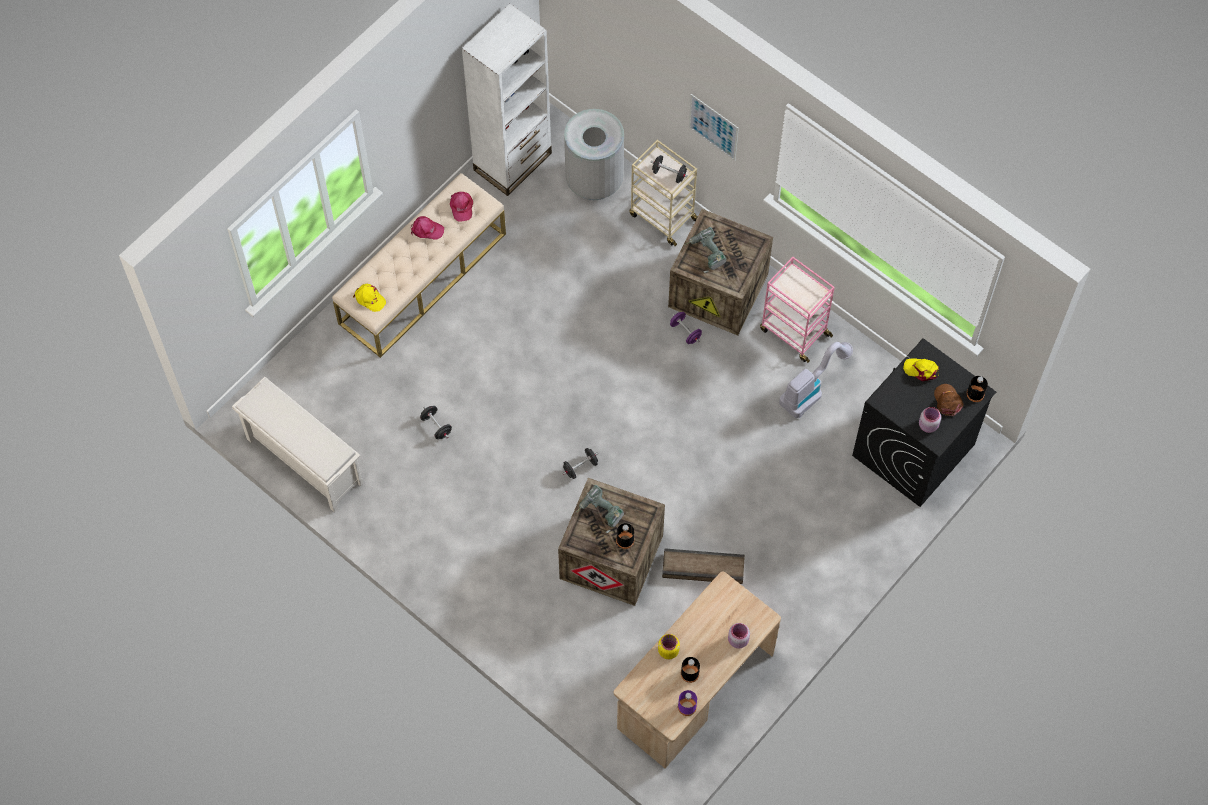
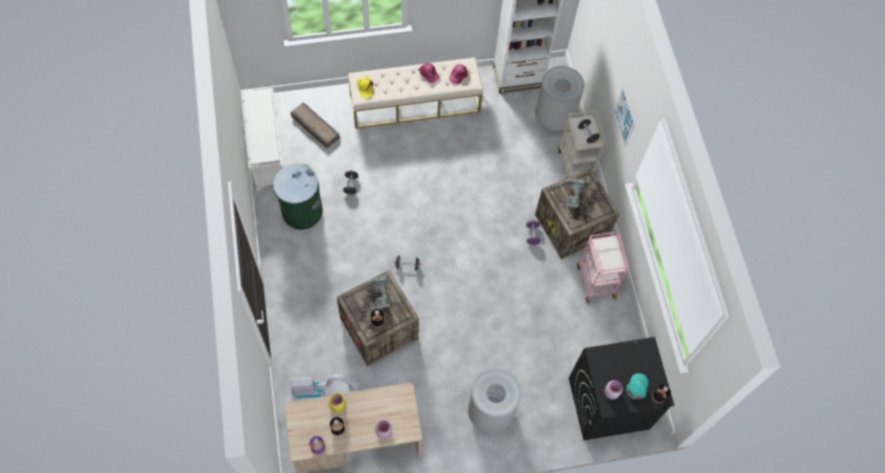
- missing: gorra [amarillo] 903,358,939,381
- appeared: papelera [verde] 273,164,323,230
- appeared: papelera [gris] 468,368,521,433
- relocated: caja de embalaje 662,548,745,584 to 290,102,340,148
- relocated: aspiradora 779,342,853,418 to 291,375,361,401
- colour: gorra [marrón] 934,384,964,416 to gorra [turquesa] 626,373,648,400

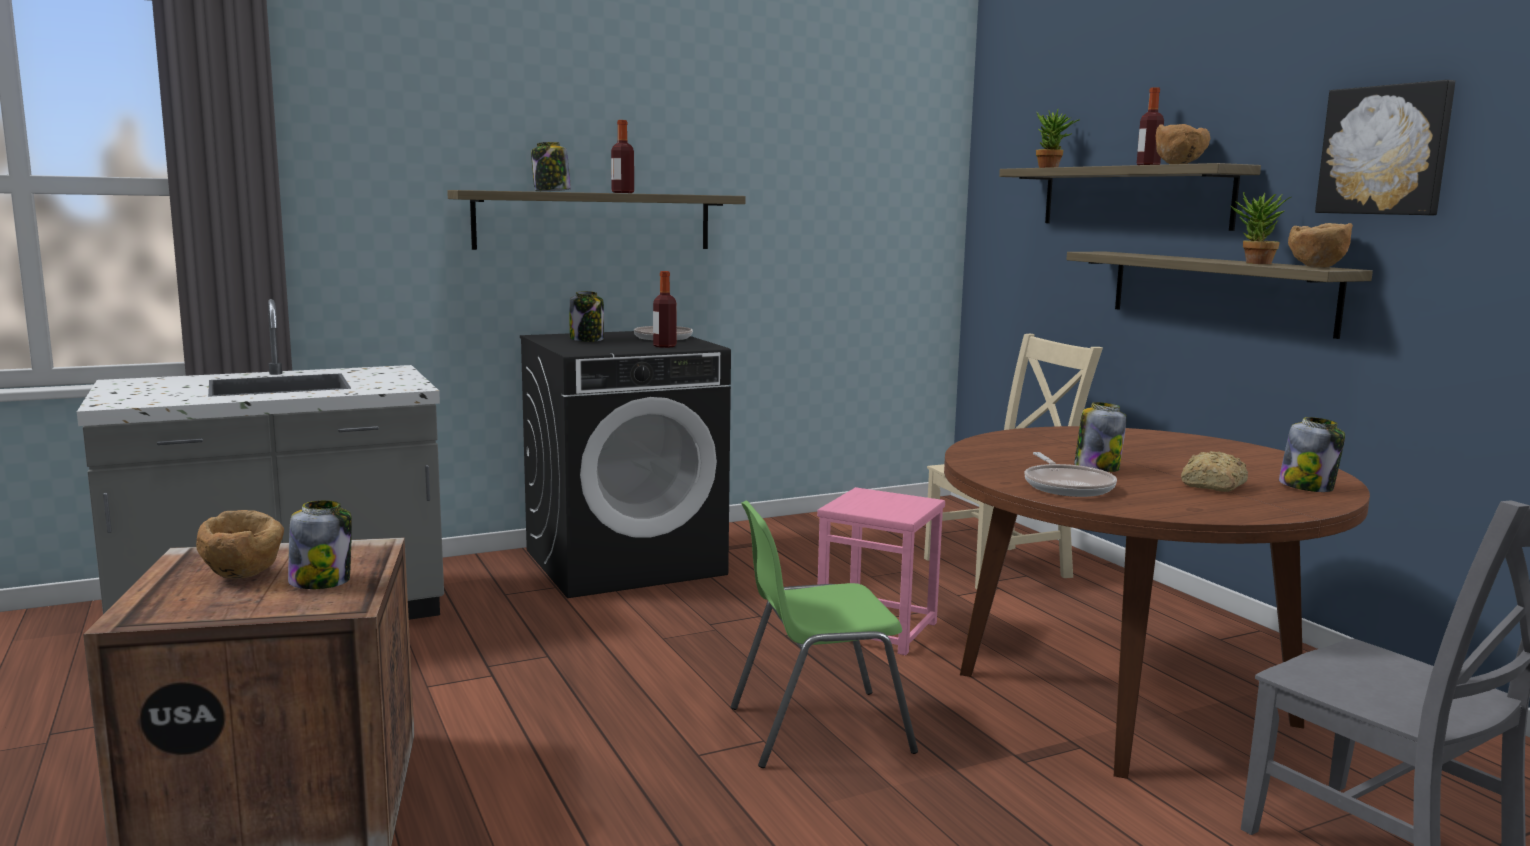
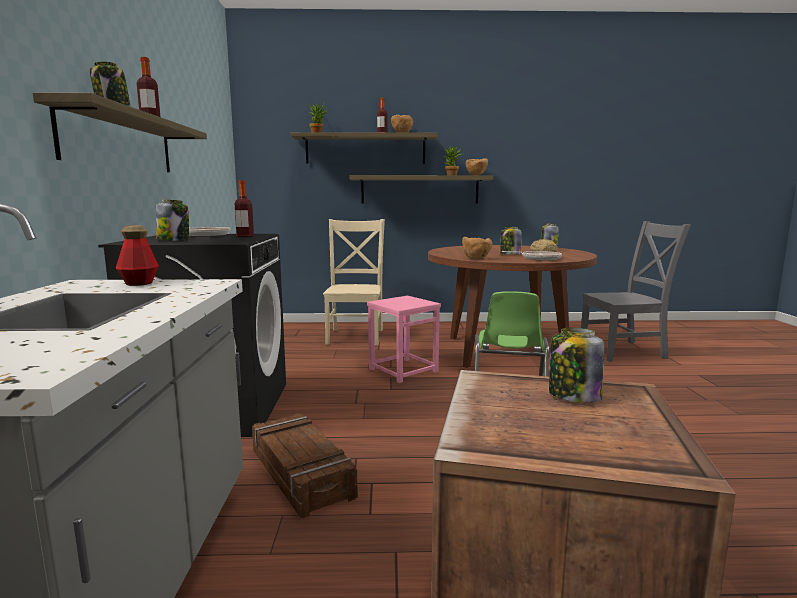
- missing: cuadro 1315,80,1455,215
- appeared: botella 116,225,159,286
- appeared: caja de embalaje 252,413,358,518
- relocated: cuenco [marrón] 196,510,284,579 to 462,237,493,260

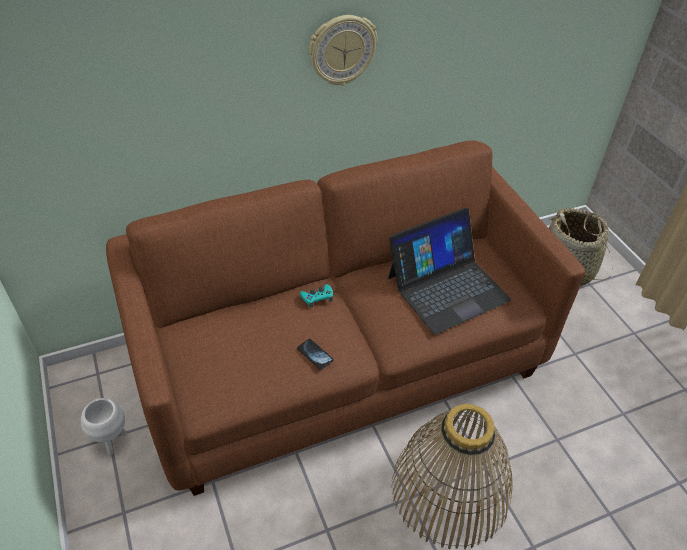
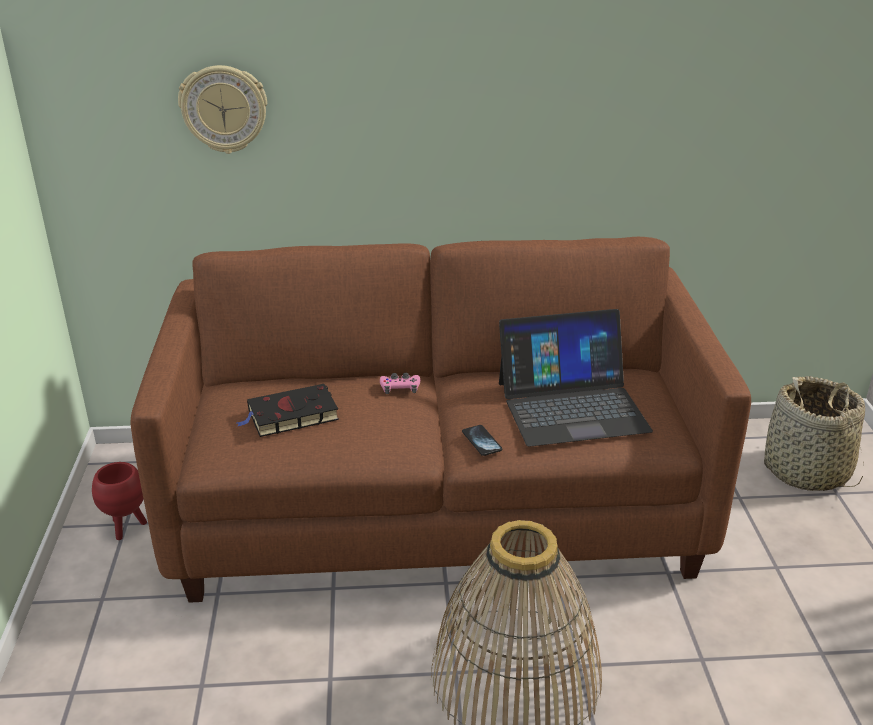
- appeared: libro [negro] 237,384,339,437
- relocated: móvil 297,339,333,370 to 462,425,502,456
- relocated: reloj de pared 309,15,378,86 to 178,65,267,154
- colour: maceta [blanco] 81,398,127,455 to maceta [rojo] 92,462,147,540
- colour: mando de consola [turquesa] 300,284,333,307 to mando de consola [rosa] 380,373,420,394

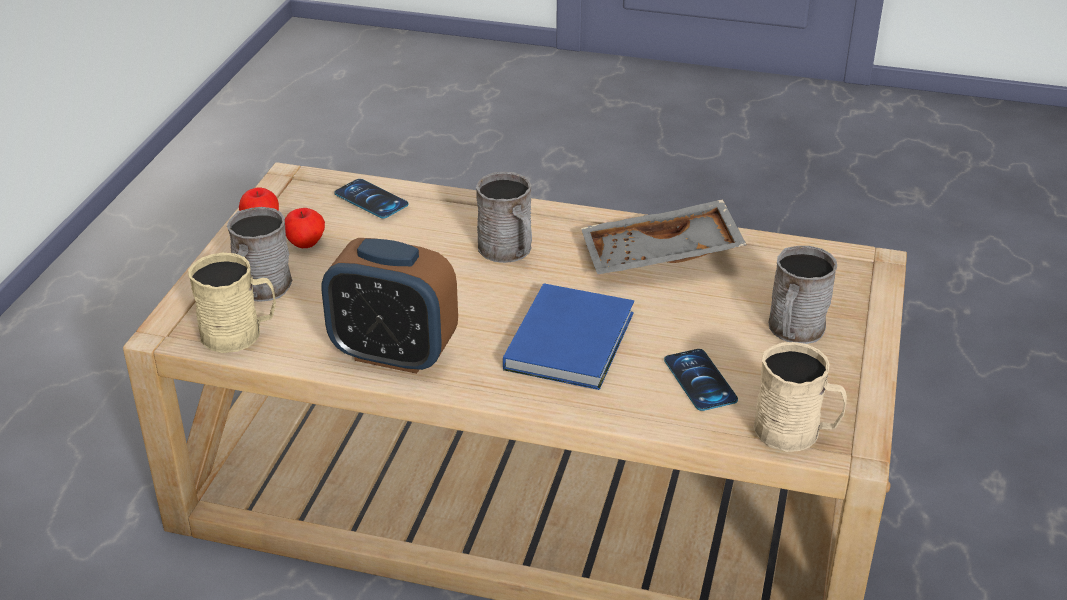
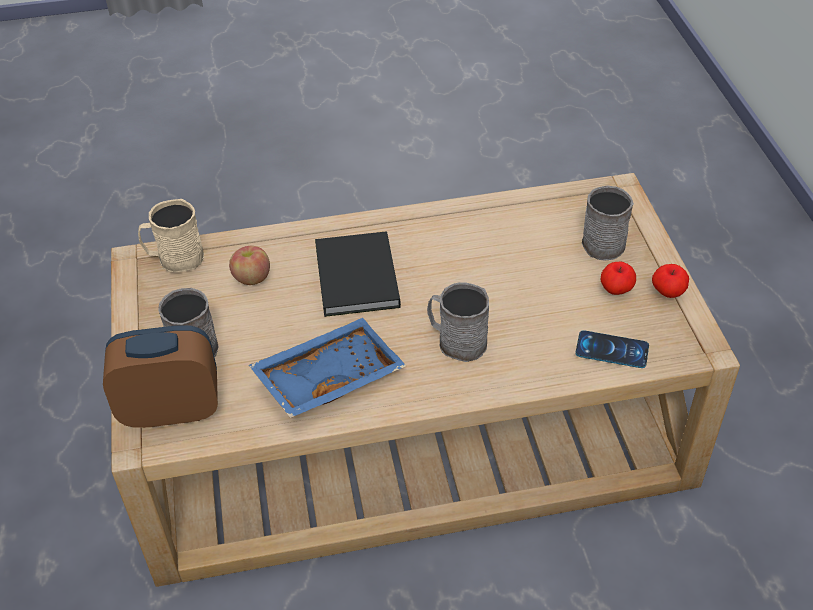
- missing: taza grande [beis] 188,253,276,353
- relocated: despertador 322,238,458,374 to 103,325,218,428
- exchanged: móvil 664,349,738,411 to manzana 229,245,270,285
- colour: libro [azul] 503,283,634,390 to libro [negro] 315,231,401,317
- colour: bandeja [gris] 581,199,747,274 to bandeja [azul] 249,318,406,418

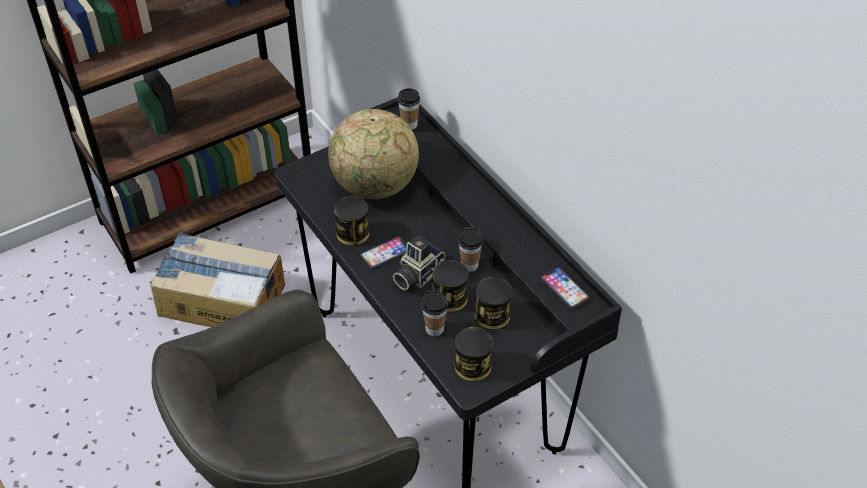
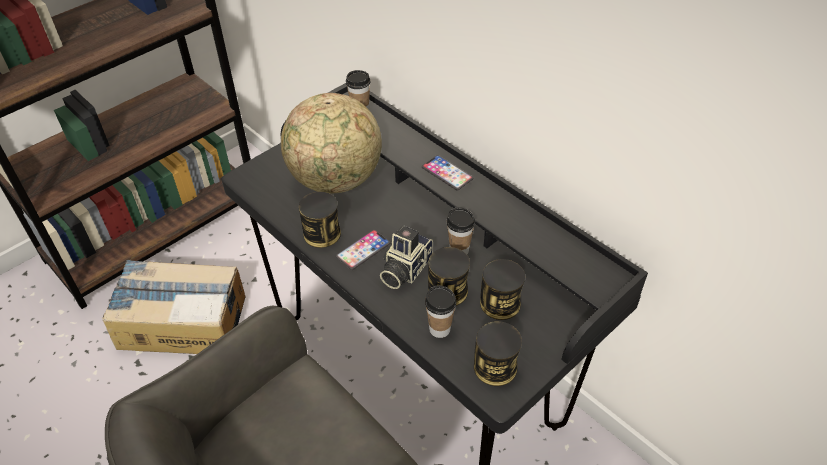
- relocated: móvil 541,268,589,309 to 422,155,473,191

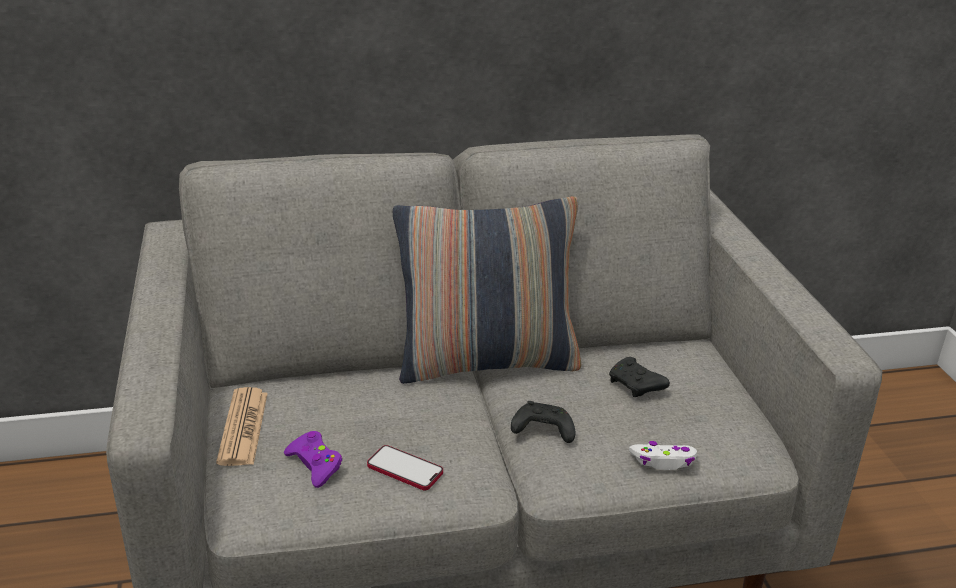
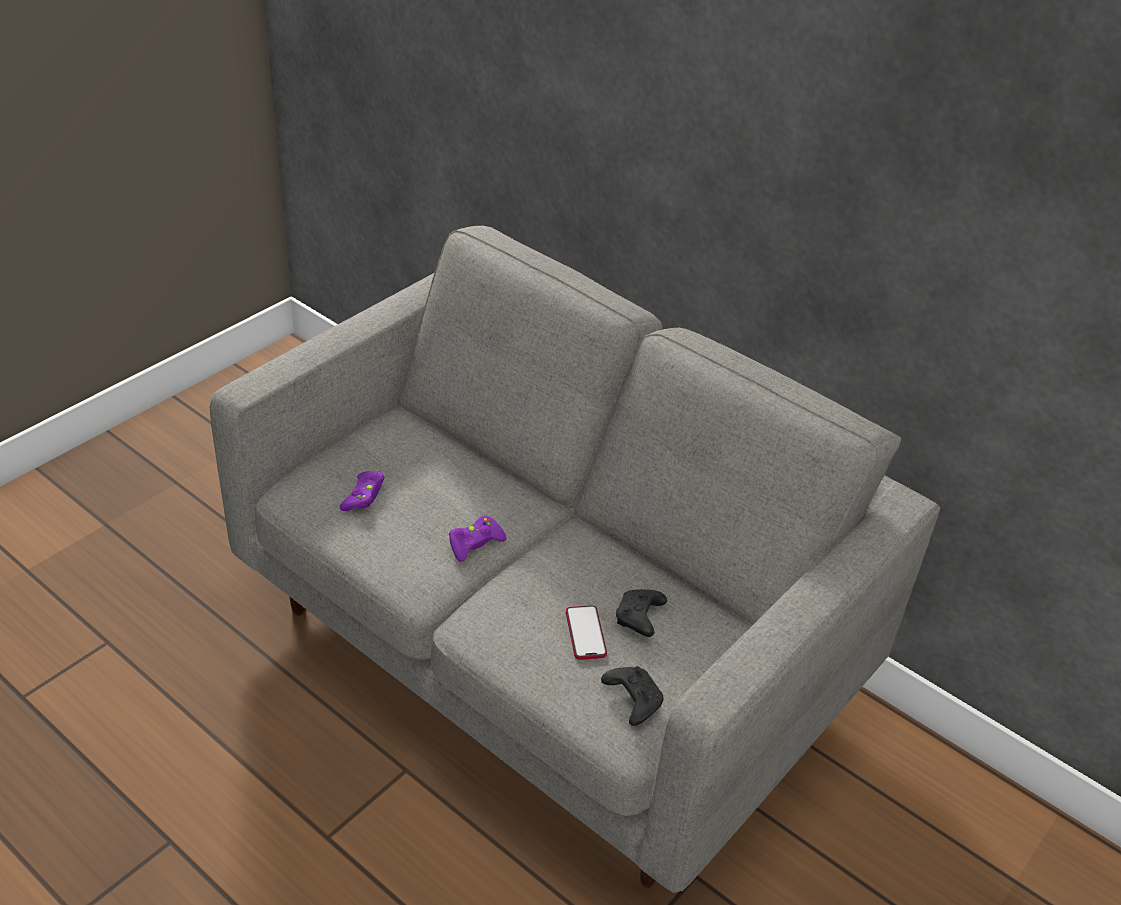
- missing: periódico 216,387,268,466
- missing: cojín 393,196,582,384
- missing: mando de consola [blanco] 629,441,697,470
- appeared: mando de consola [morado] 449,515,507,562
- relocated: móvil 367,445,443,490 to 566,605,607,660
- relocated: mando de consola [negro] 511,401,576,443 to 601,666,664,726

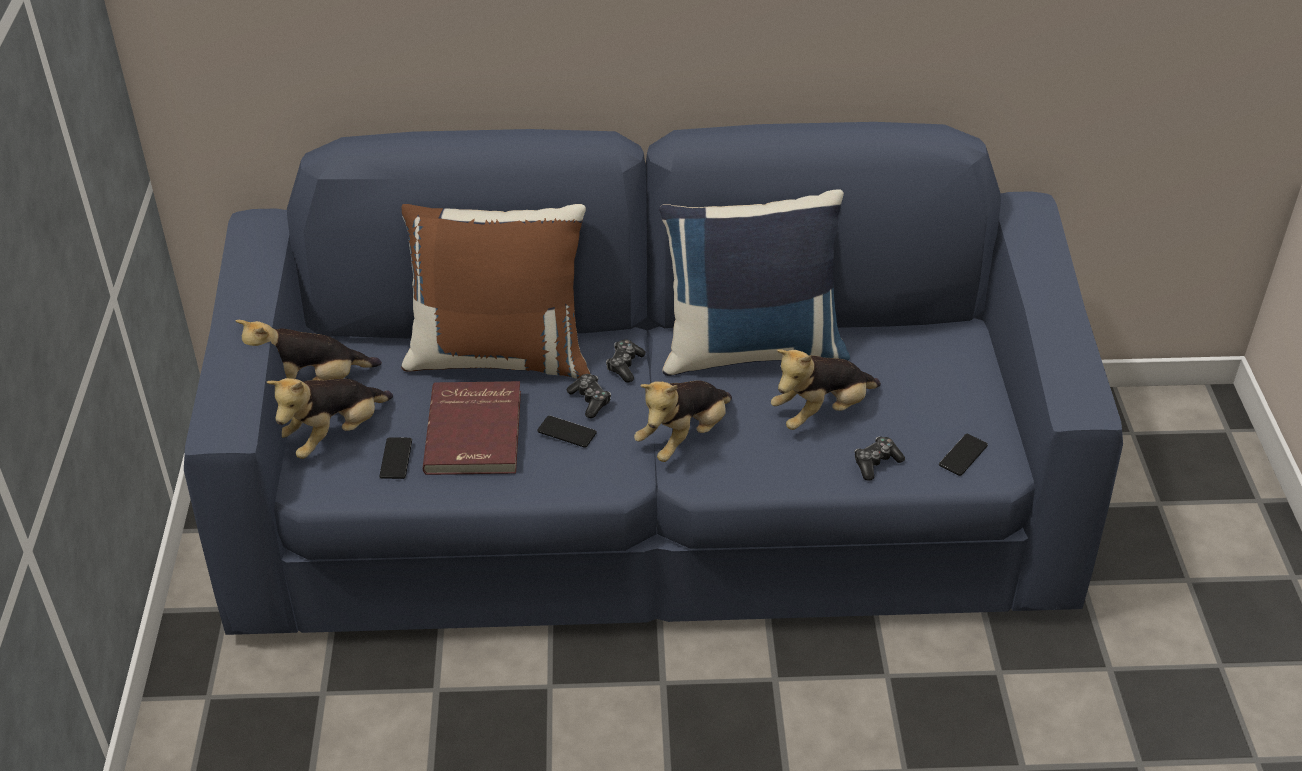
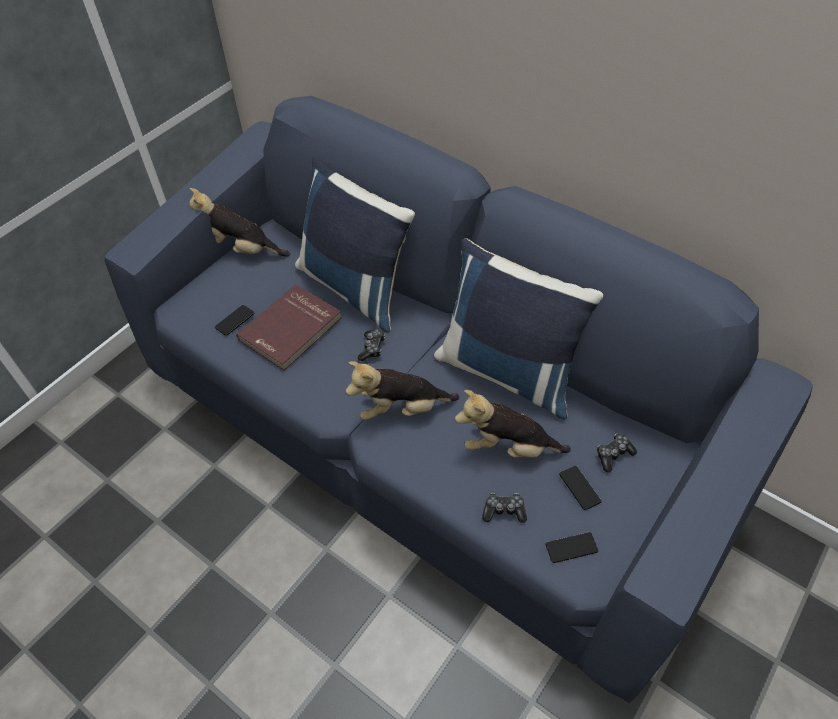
- missing: peluche 266,378,393,459
- relocated: móvil 537,415,597,448 to 559,466,602,510
- relocated: mando de consola 606,339,646,382 to 597,434,637,473
- colour: cojín [marrón] 401,204,590,379 to cojín [azul] 295,158,415,333

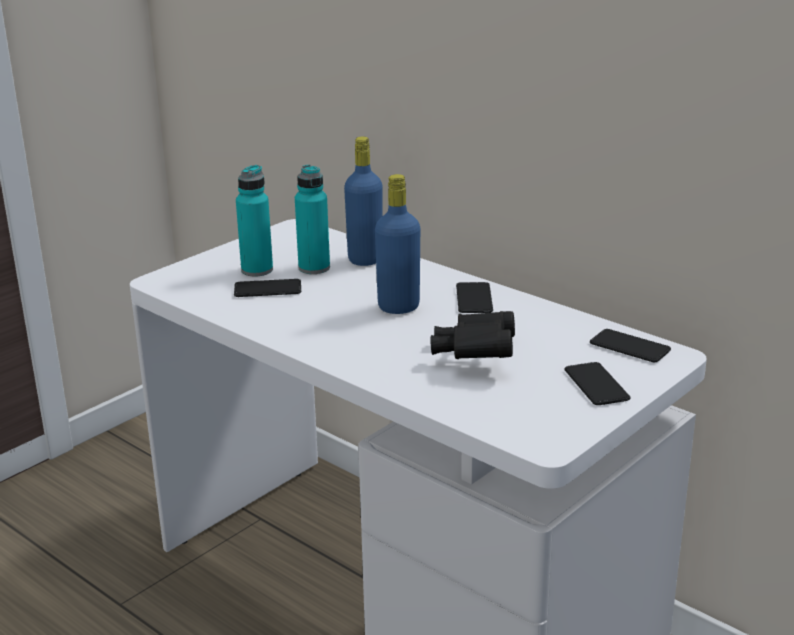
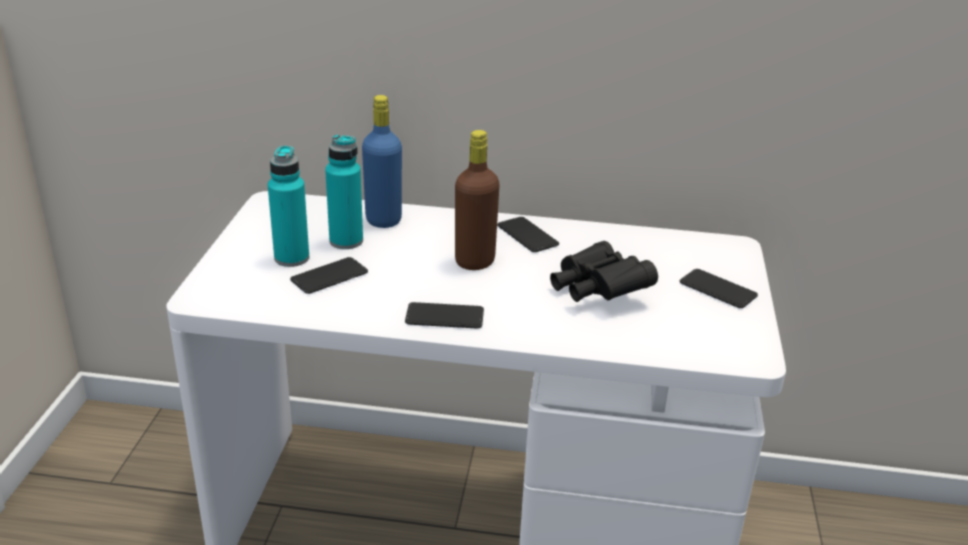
- relocated: móvil 590,329,671,362 to 405,302,484,329
- colour: botella [azul] 375,174,420,314 to botella [marrón] 455,130,500,270

